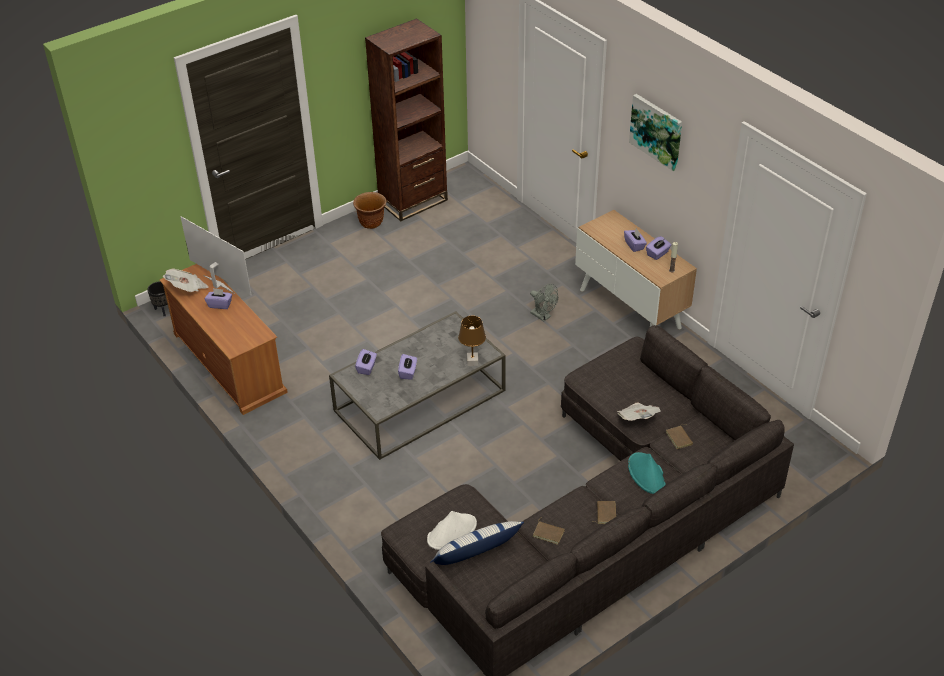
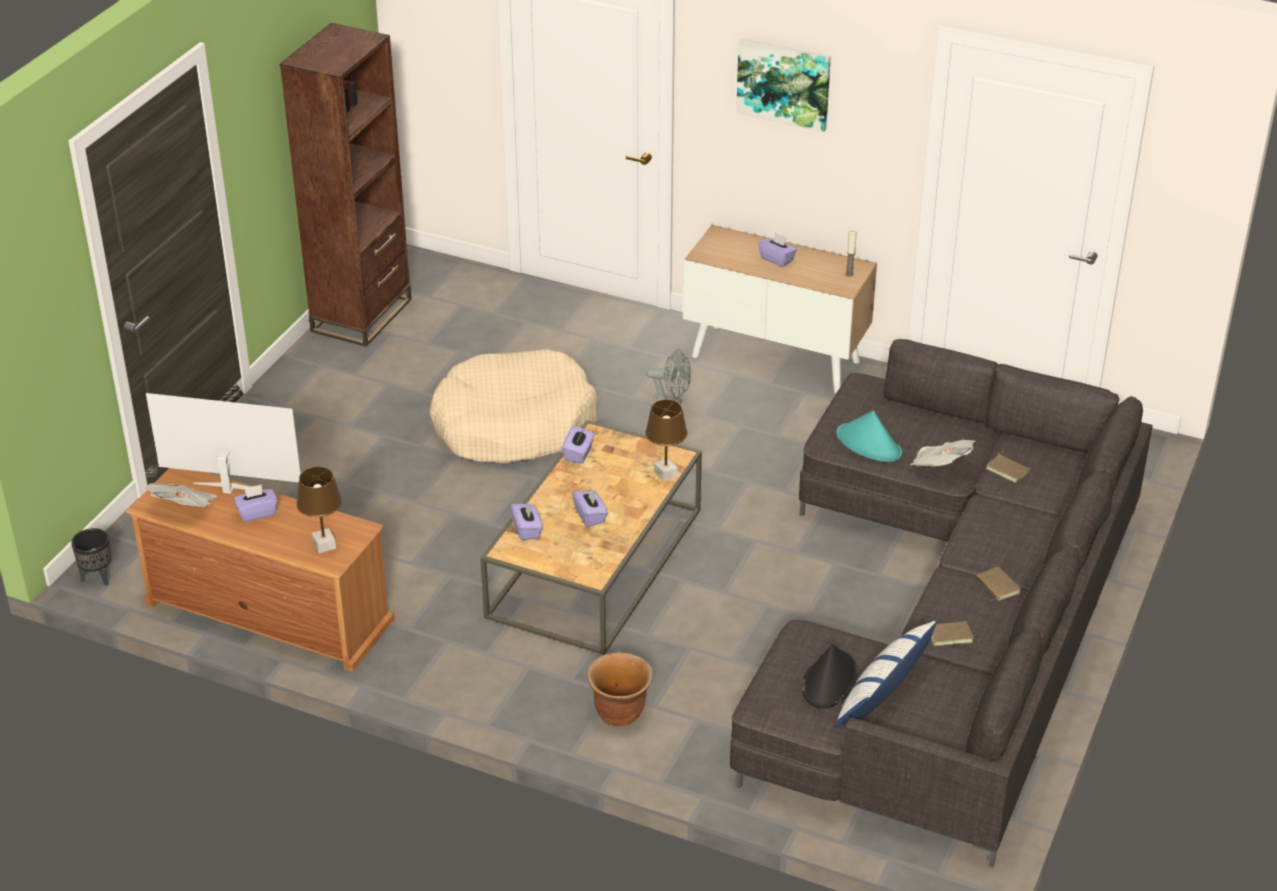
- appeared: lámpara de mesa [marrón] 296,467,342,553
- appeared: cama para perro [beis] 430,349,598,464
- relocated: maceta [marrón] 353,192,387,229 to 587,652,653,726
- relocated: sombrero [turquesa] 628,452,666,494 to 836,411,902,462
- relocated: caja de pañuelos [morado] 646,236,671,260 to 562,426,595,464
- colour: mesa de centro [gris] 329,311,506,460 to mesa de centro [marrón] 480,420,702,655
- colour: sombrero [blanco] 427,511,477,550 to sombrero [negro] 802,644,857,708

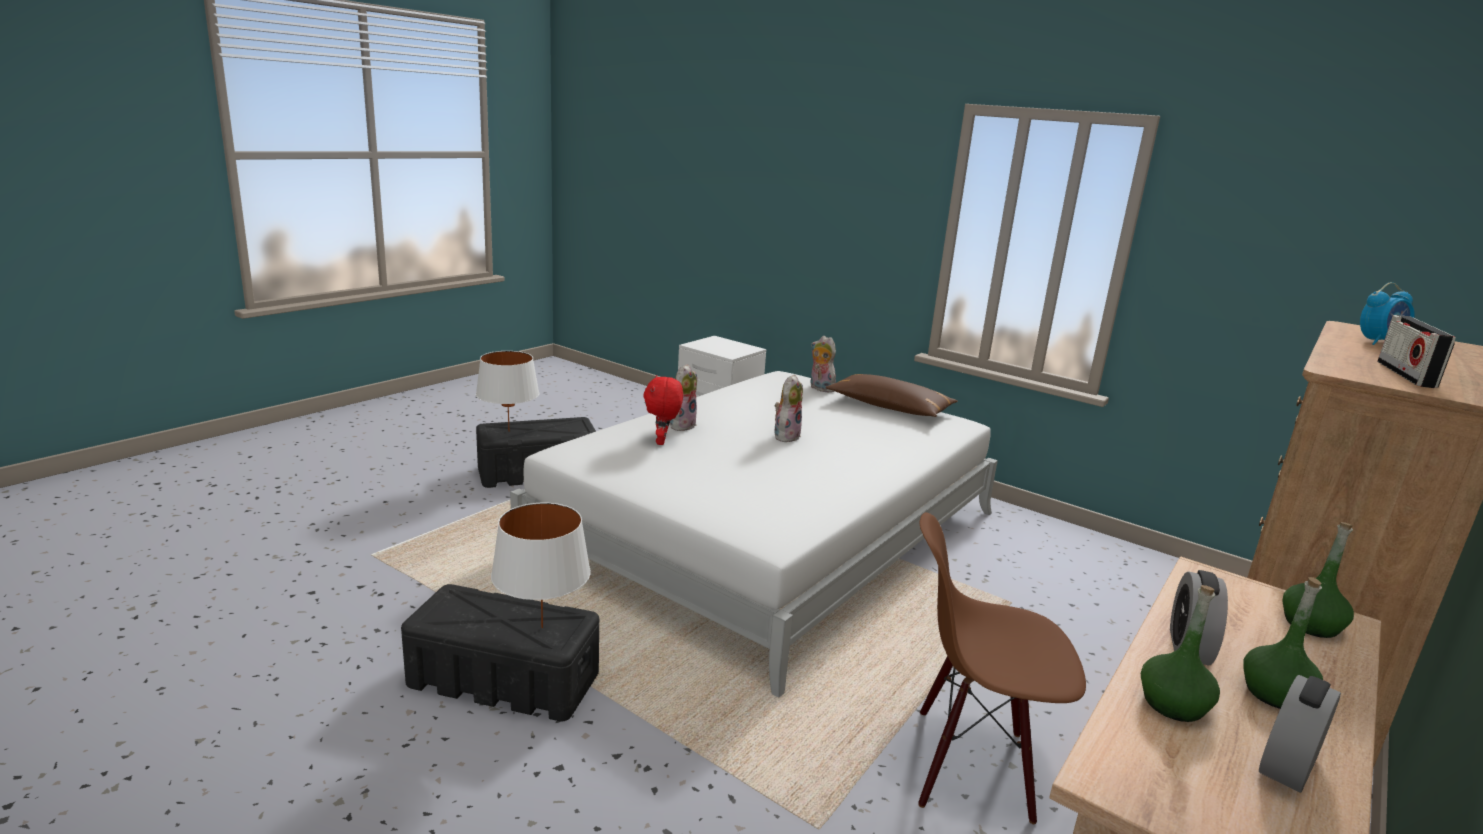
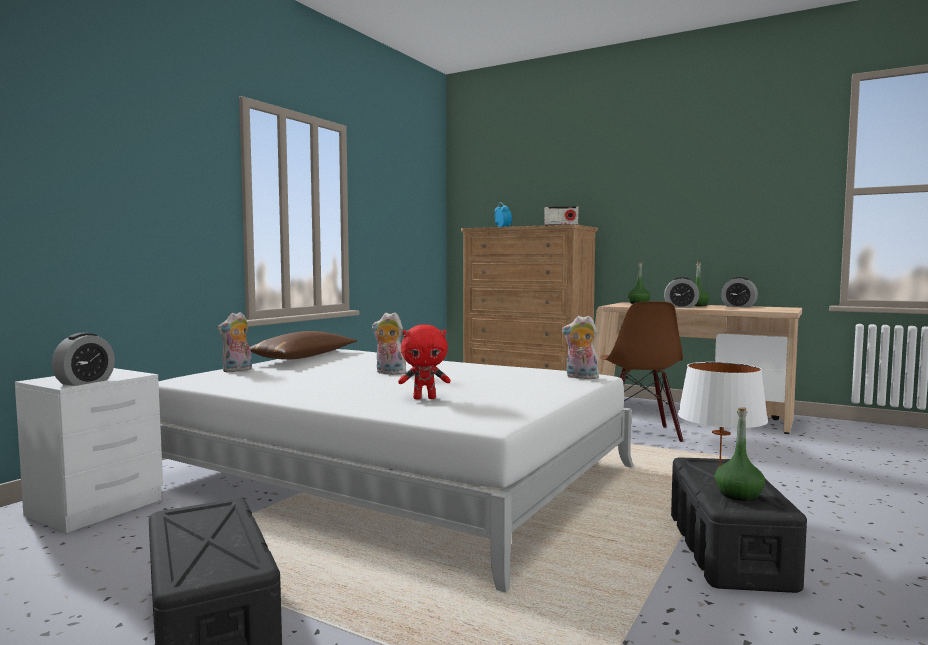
- missing: lámpara de mesa [blanco] 476,351,539,432
- appeared: despertador 52,333,115,386
- relocated: peluche 670,364,697,431 to 562,316,599,379
- relocated: botella [verde] 1141,585,1220,722 to 715,408,765,501

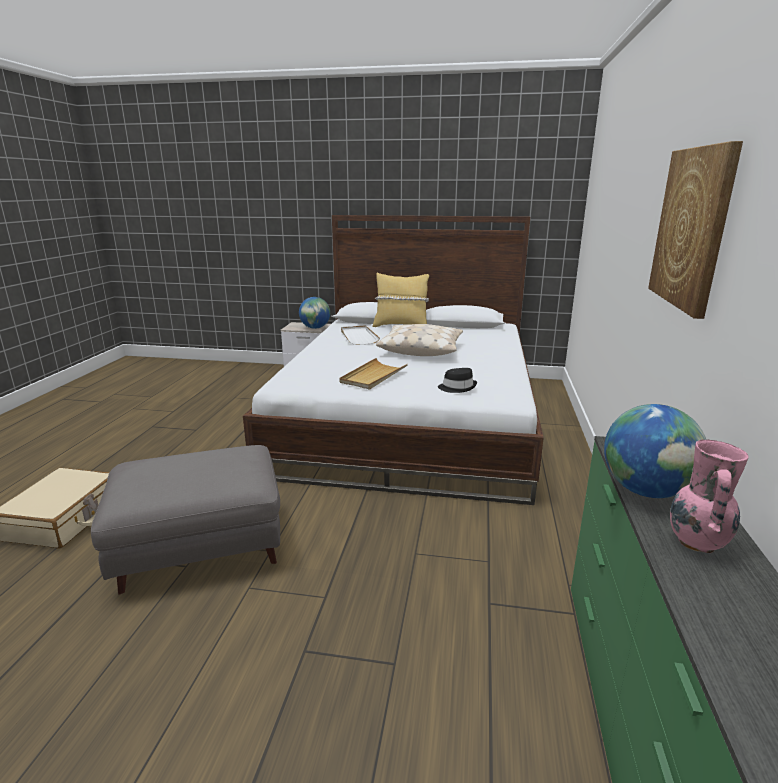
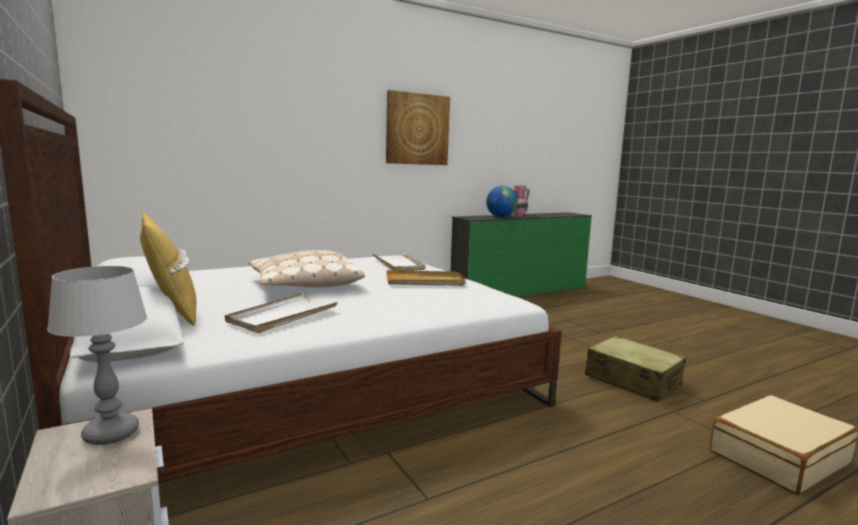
- exchanged: puf [gris] 91,445,280,595 to maleta [beis] 585,336,686,402
- exchanged: globo terráqueo 299,297,330,329 to lámpara de mesa 47,266,147,445
- exchanged: sombrero [negro] 438,368,477,393 to bandeja [blanco] 373,252,425,271

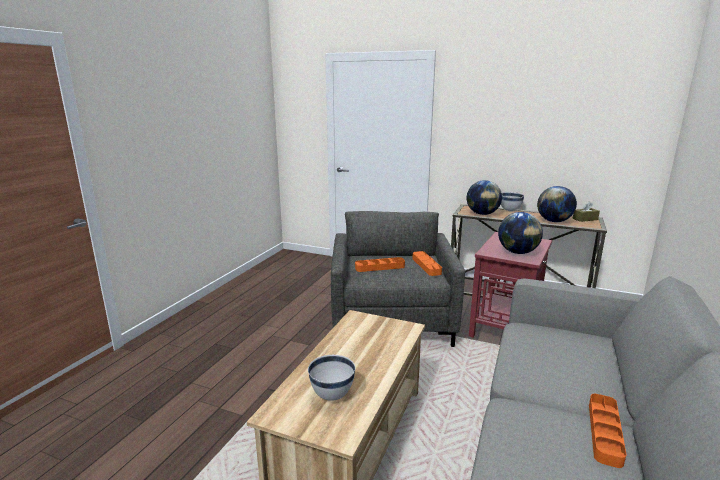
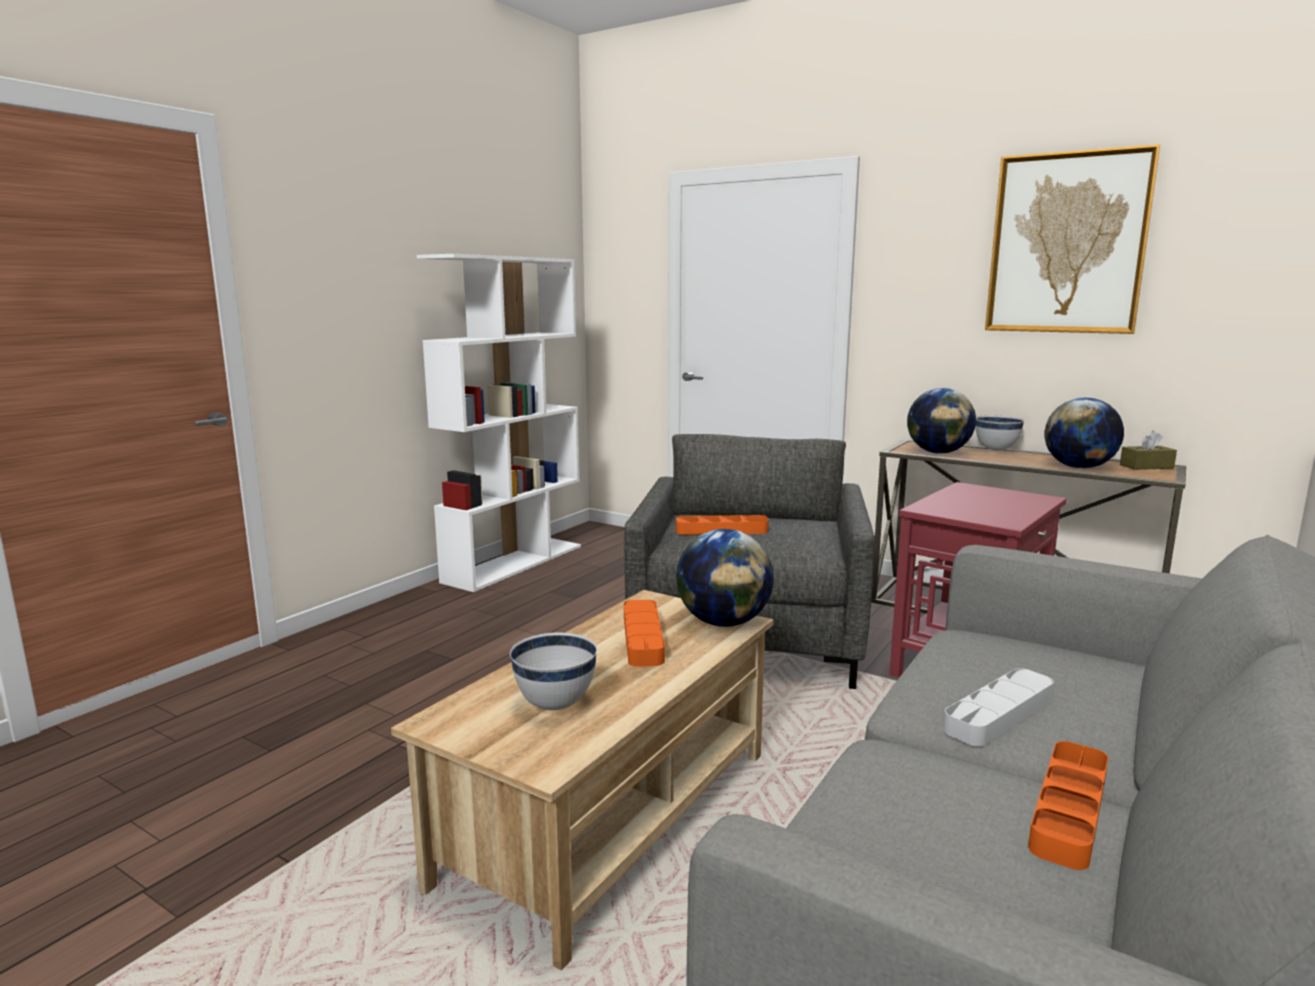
- appeared: estantería [blanco] 417,254,581,592
- appeared: bandeja [gris] 943,668,1054,746
- appeared: cuadro 985,144,1160,334
- relocated: bandeja [naranja] 413,251,442,276 to 624,600,665,667
- relocated: globo terráqueo 498,212,543,254 to 676,529,774,627

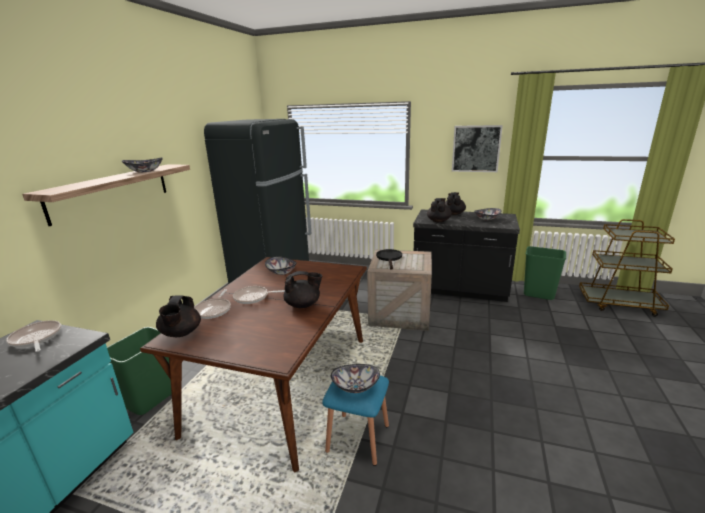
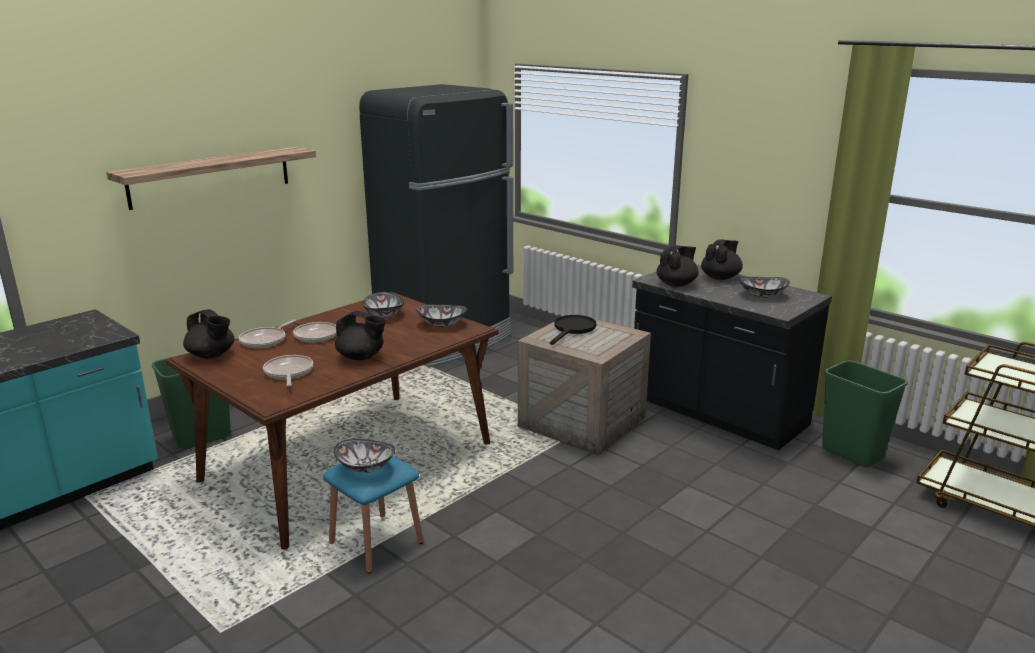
- missing: cuadro 452,125,503,172
- relocated: sartén 6,320,61,352 to 263,355,313,386
- relocated: cuenco 122,158,163,172 to 416,304,467,327
- spun: tetera [negro] 156,295,201,337 = 183,309,235,359 75 degrees counterclockwise

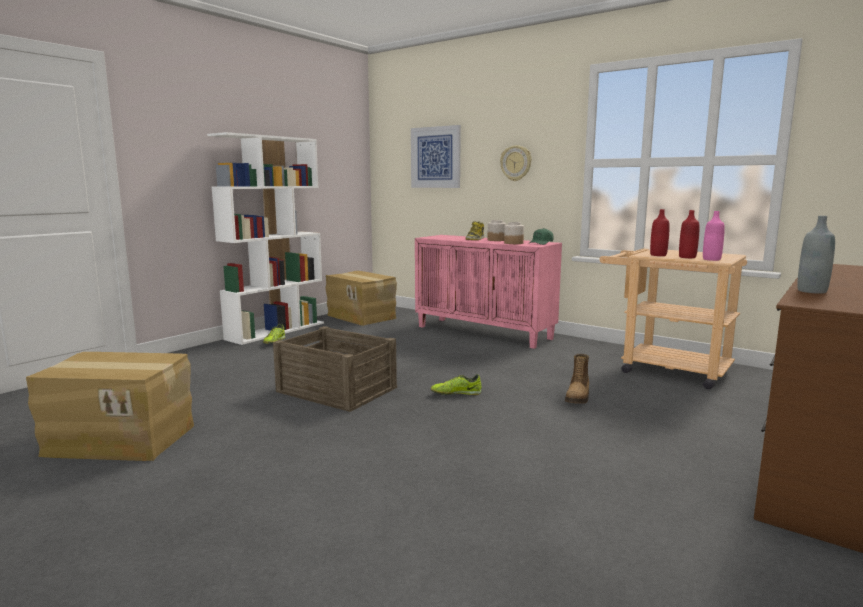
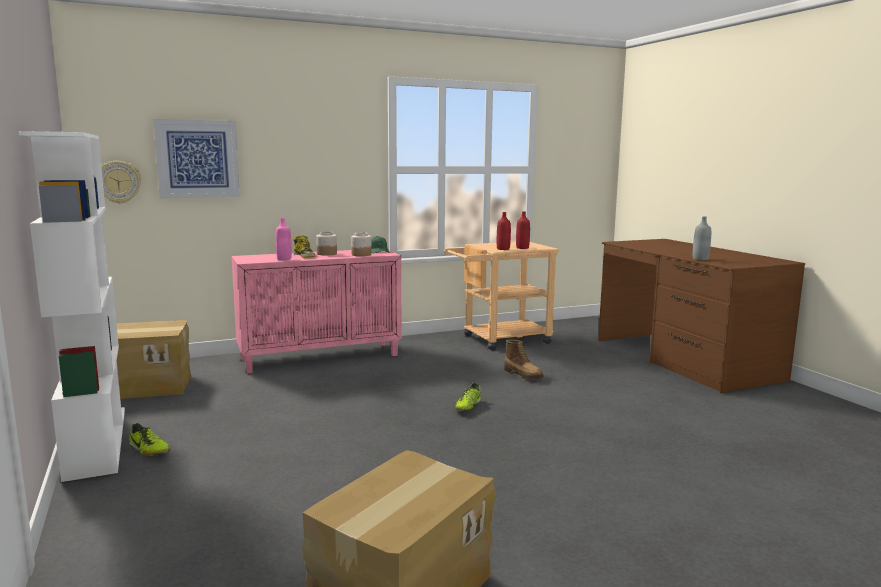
- missing: caja de embalaje 273,326,397,412
- relocated: reloj de pared 500,145,532,181 to 101,161,141,204
- relocated: botella [rosa] 703,211,725,261 to 276,218,292,260

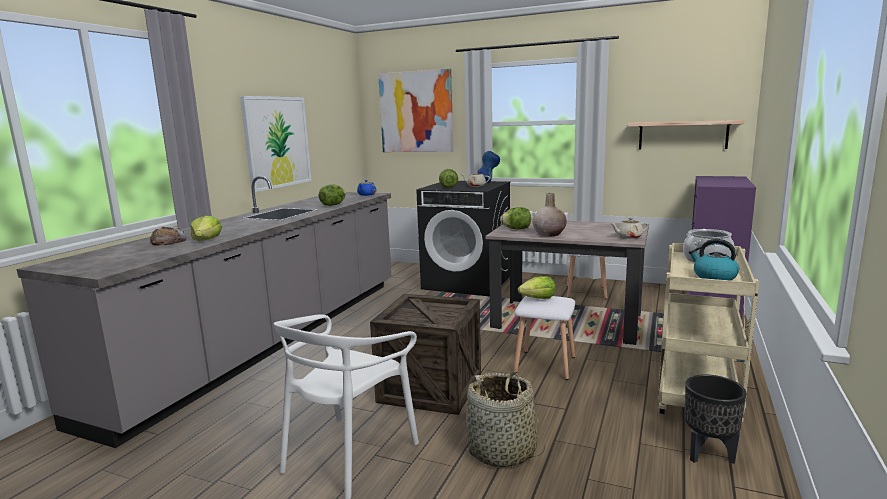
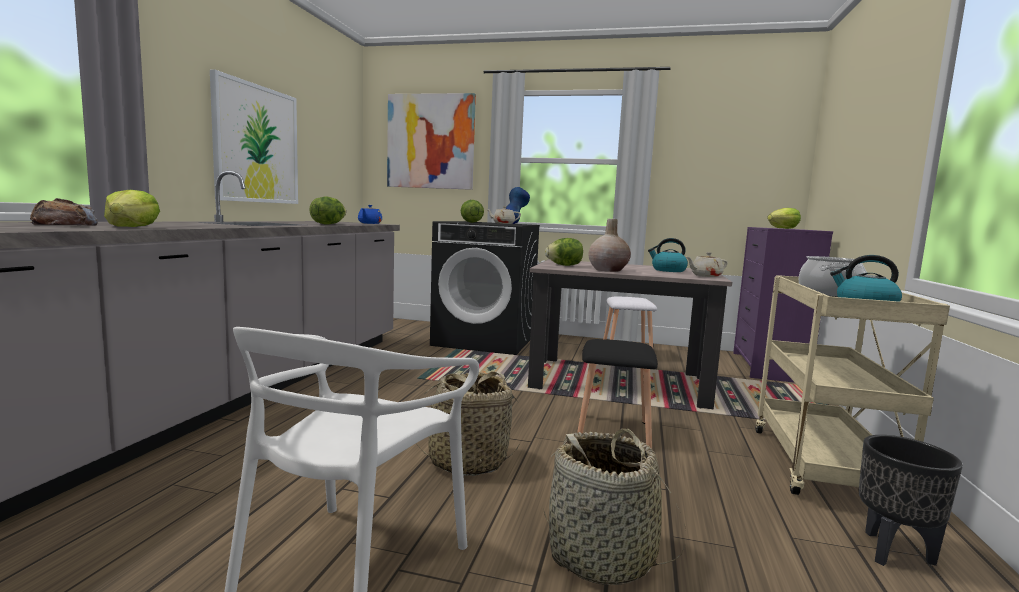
- missing: estante 628,120,745,150
- appeared: hervidor 648,238,688,272
- relocated: lechuga 518,276,556,299 to 767,208,801,229
- exchanged: caja de embalaje 370,294,481,415 to cesta 416,371,519,476
- colour: taburete [blanco] 514,296,575,380 to taburete [negro] 577,339,658,449

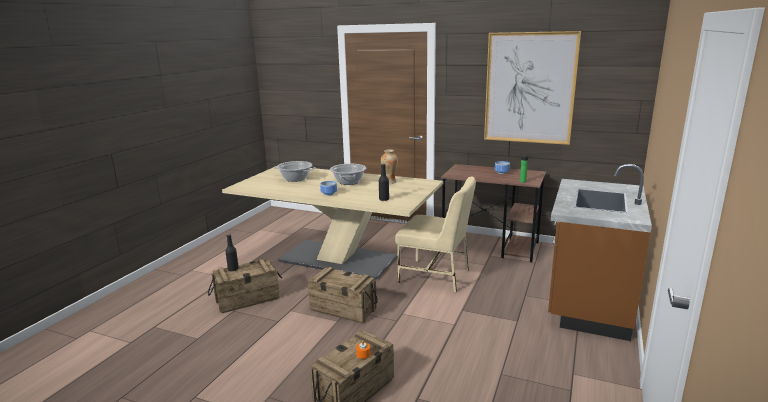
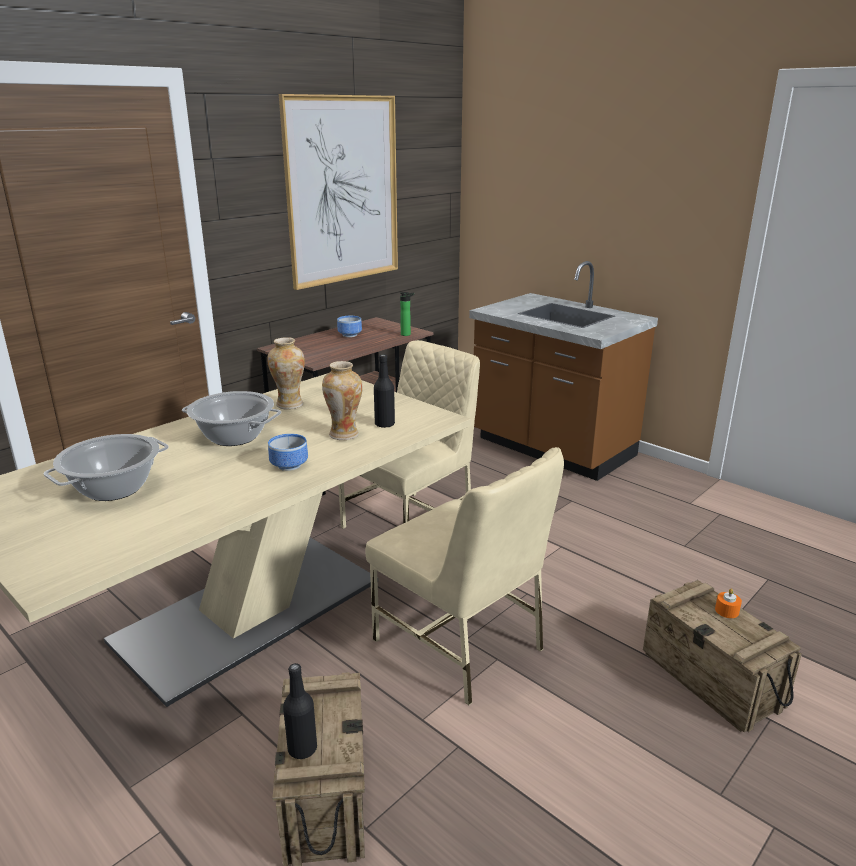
- appeared: florero 322,361,363,440
- exchanged: caja de embalaje 308,267,378,323 to silla [beis] 365,447,564,705

